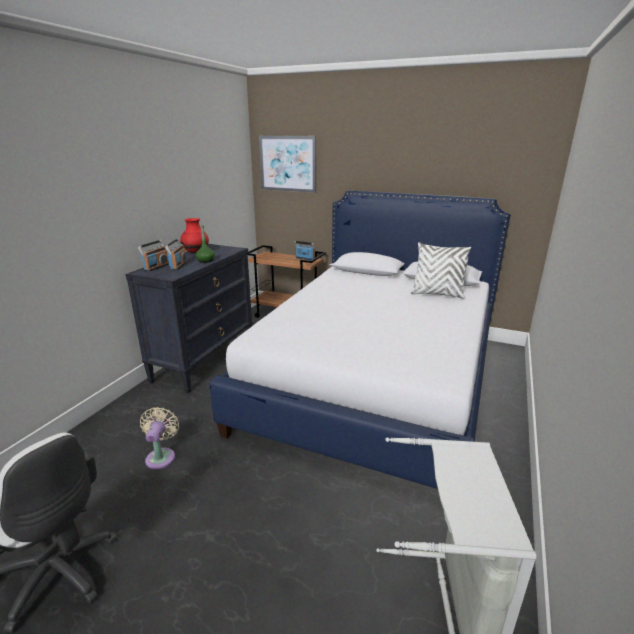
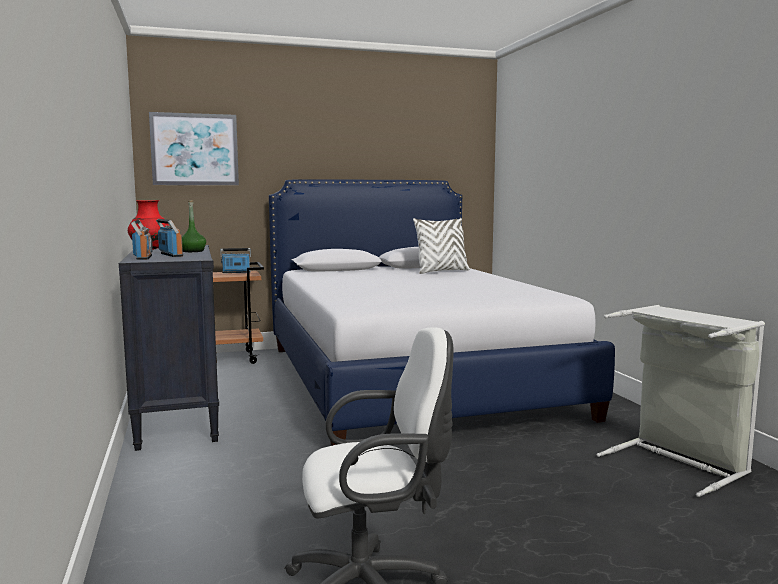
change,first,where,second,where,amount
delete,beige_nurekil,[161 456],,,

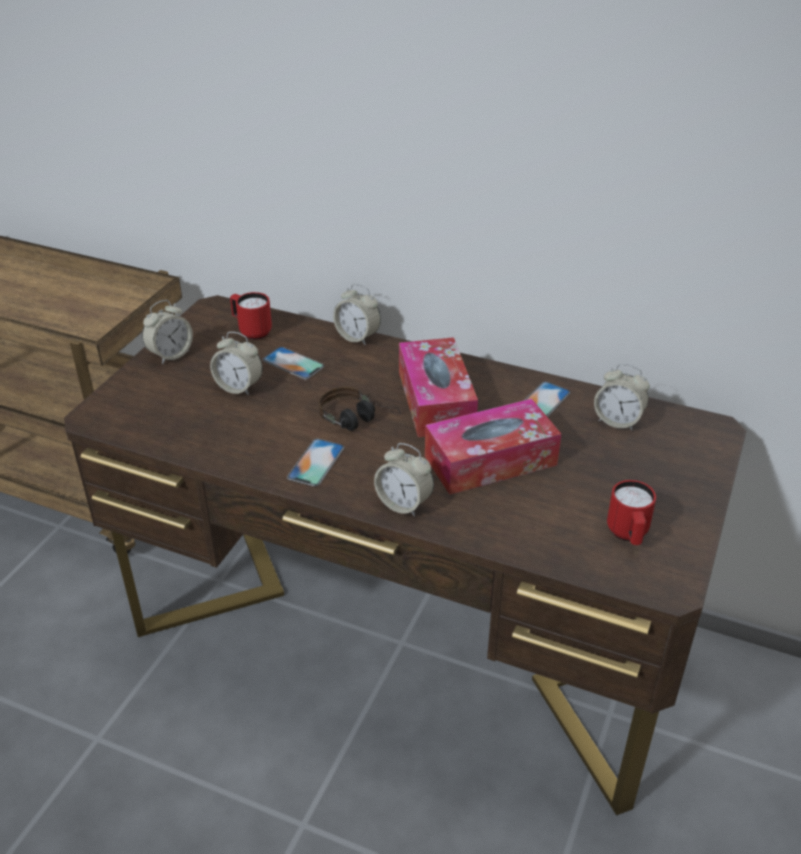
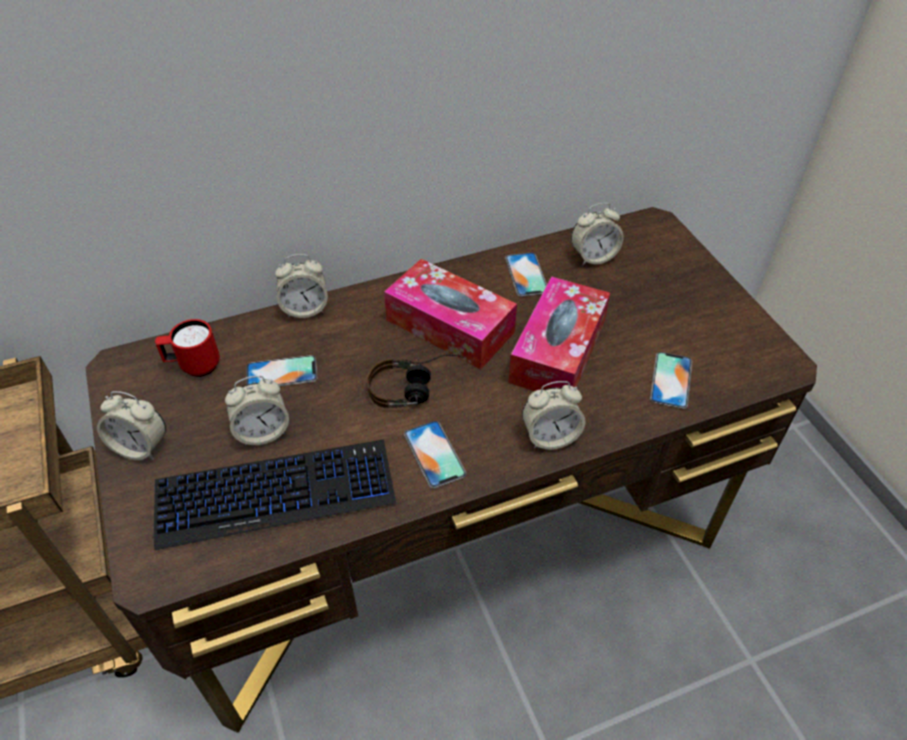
change,first,where,second,where,amount
rotate,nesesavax,[170 355],,[141 446],105 degrees clockwise
delete,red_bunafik,[628 535],,,
insert,,,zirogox,[671 380],
insert,,,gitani,[276 493],

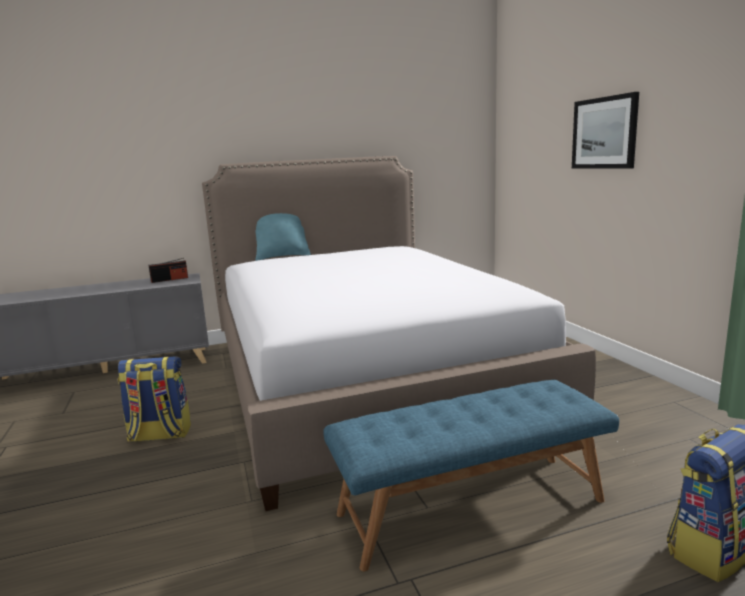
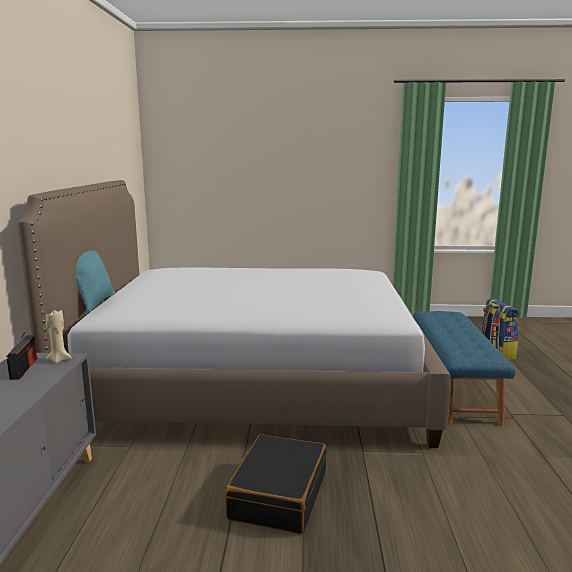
change,first,where,second,where,amount
delete,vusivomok,[604 133],,,
replace,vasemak,[159 435],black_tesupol,[278 495],
insert,,,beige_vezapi,[59 360],

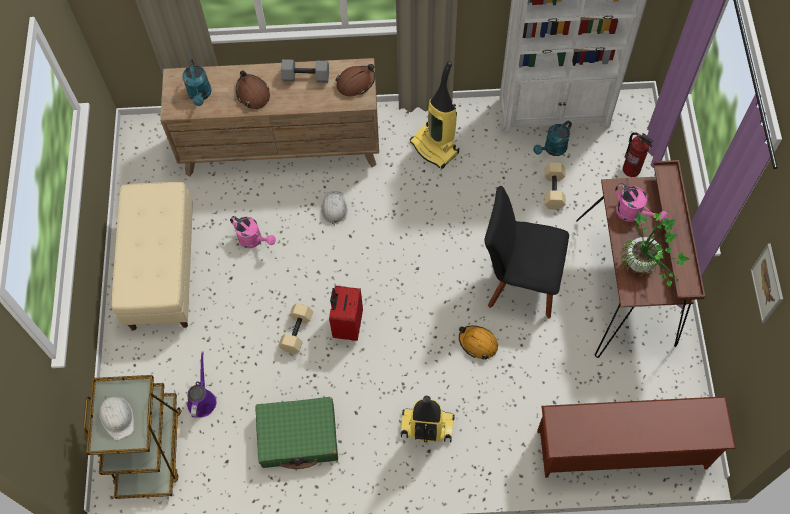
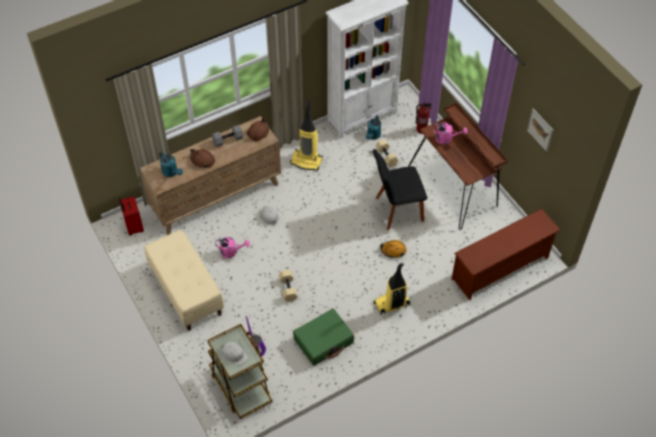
change,first,where,second,where,amount
delete,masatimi,[644 268],,,
move,red_tesupol,[347 325],,[133 227],

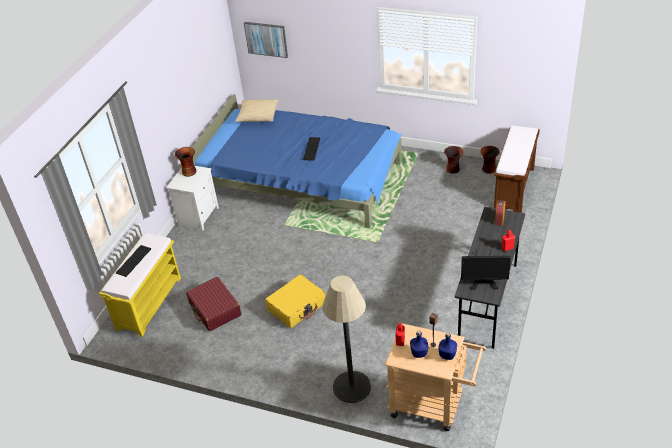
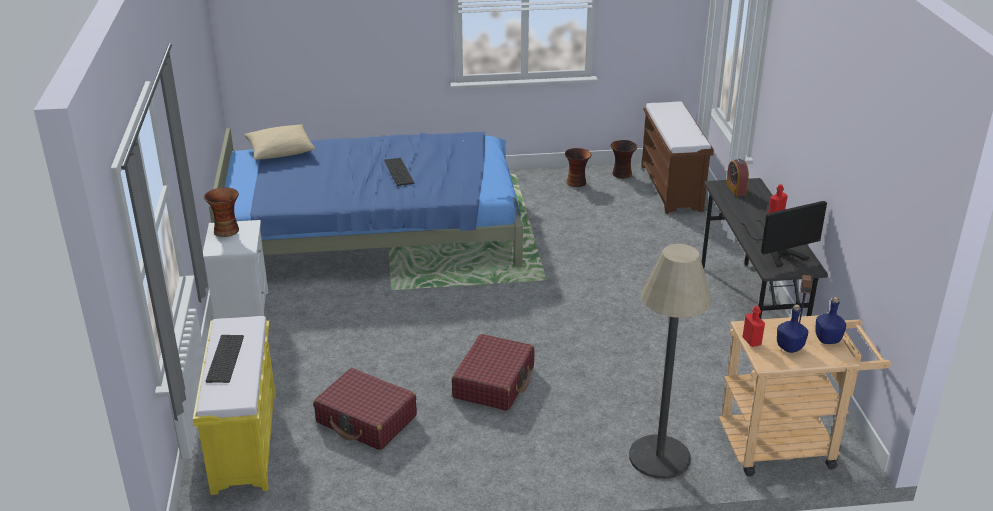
change,first,where,second,where,amount
delete,vusivomok,[266 39],,,
recolor,yellow_tesupol,[297 306],red_tesupol,[494 382],

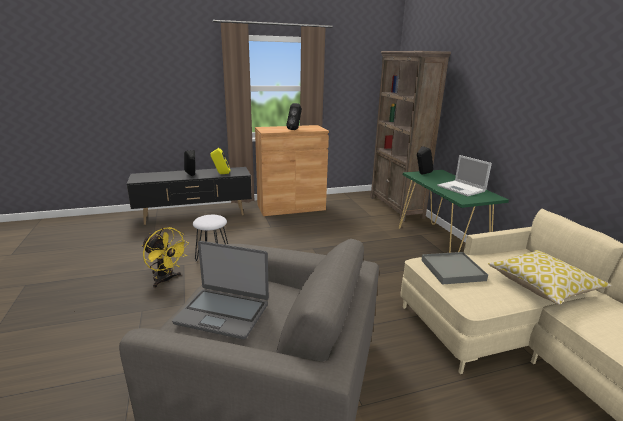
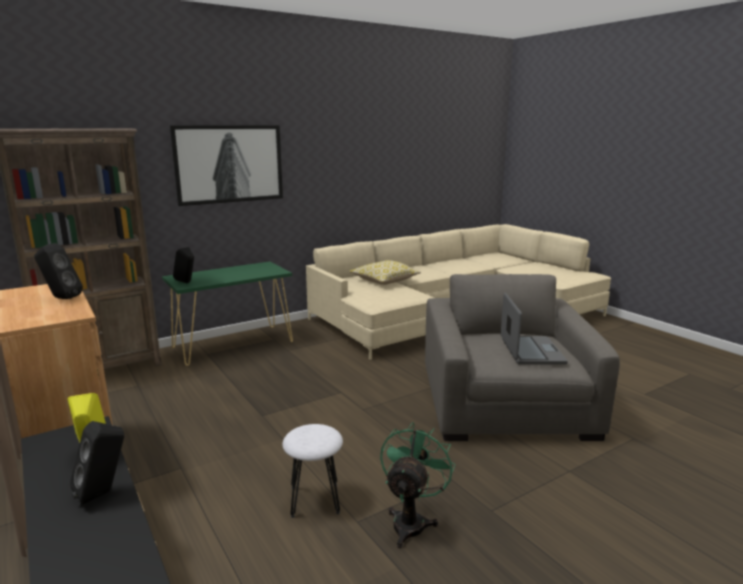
change,first,where,second,where,amount
delete,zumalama,[462 189],,,
recolor,yellow_nurekil,[166 280],green_nurekil,[411 521],
delete,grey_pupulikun,[452 270],,,
insert,,,vusivomok,[229 164],

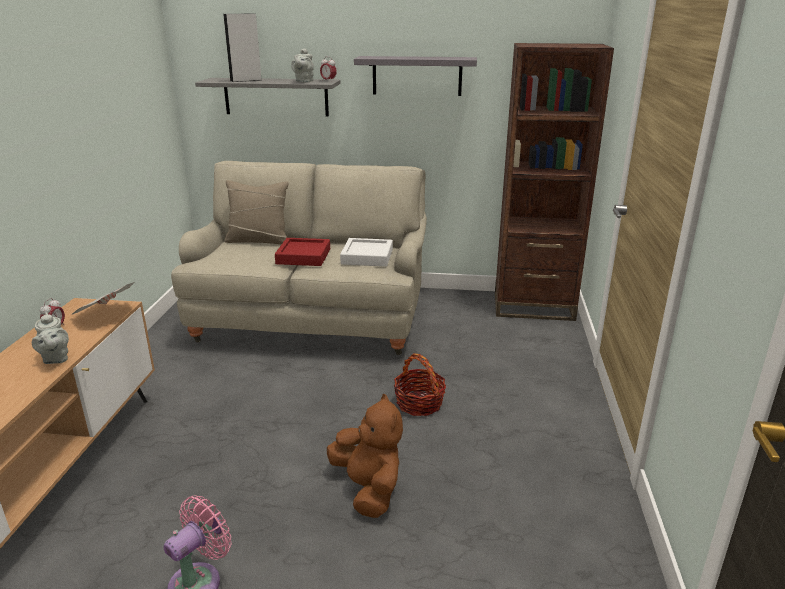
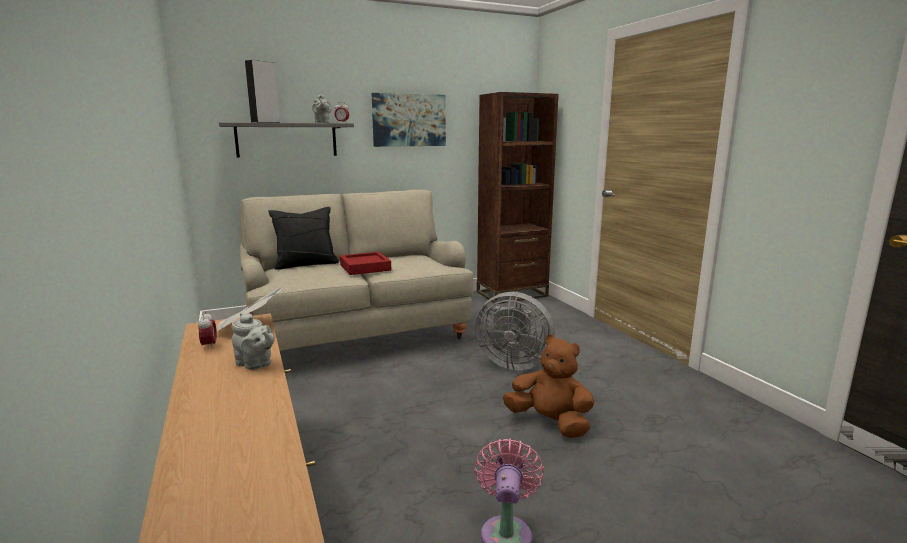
change,first,where,second,where,amount
replace,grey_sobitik,[417 76],vusivomok,[409 120],
recolor,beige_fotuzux,[258 240],black_fotuzux,[306 264],
delete,white_pupulikun,[367 257],,,
replace,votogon,[419 403],grey_nurekil,[513 363],

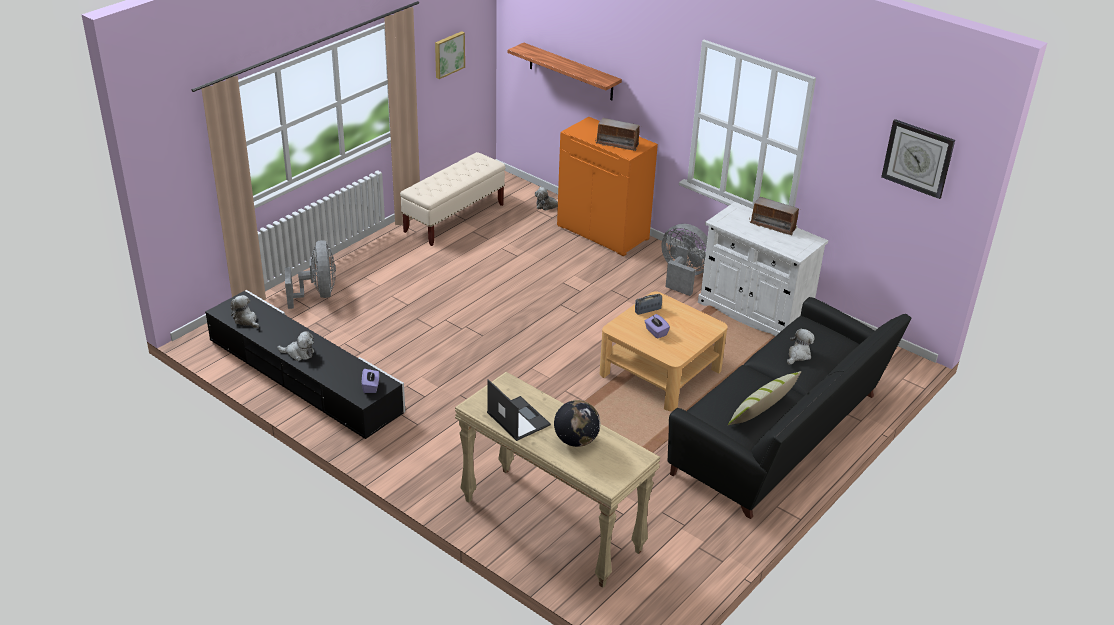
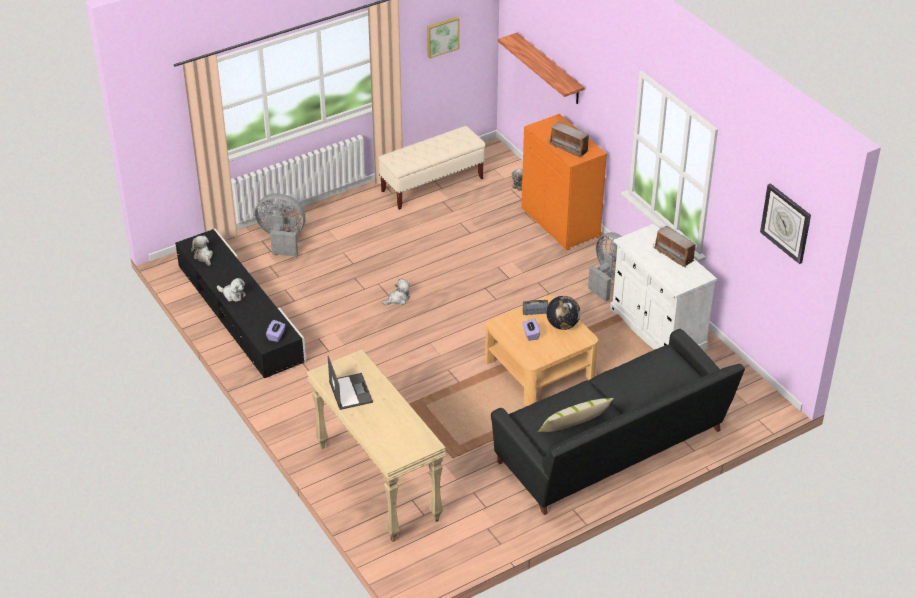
change,first,where,second,where,amount
rotate,grey_nurekil,[317 294],,[282 240],90 degrees counterclockwise
move,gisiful,[798 355],,[398 299],
move,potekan,[576 440],,[562 325],

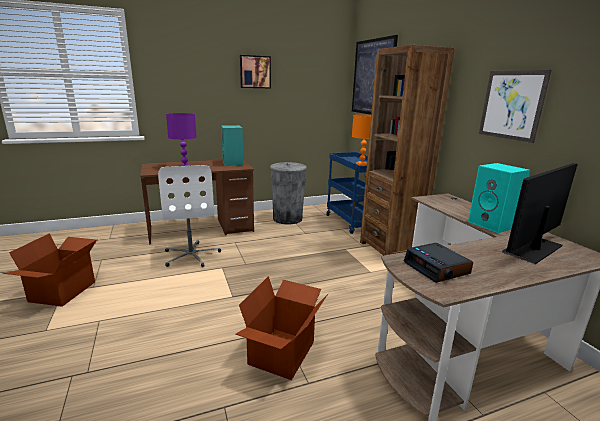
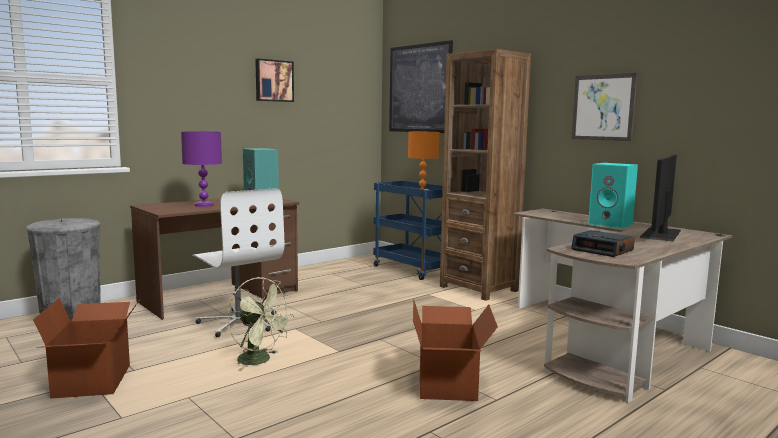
change,first,where,second,where,amount
move,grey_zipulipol,[287 219],,[71 320],
insert,,,green_nurekil,[260 361],

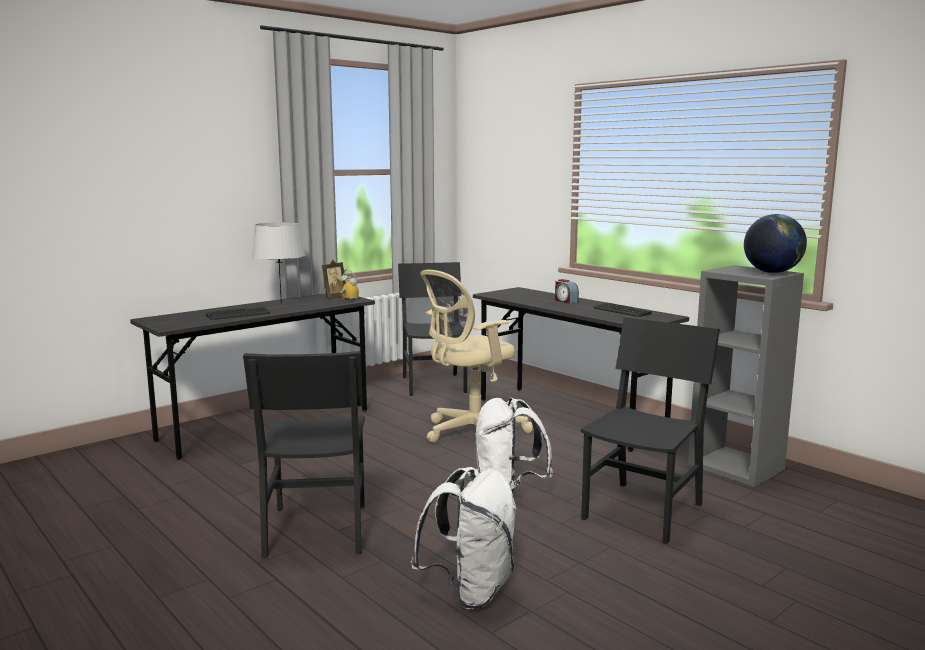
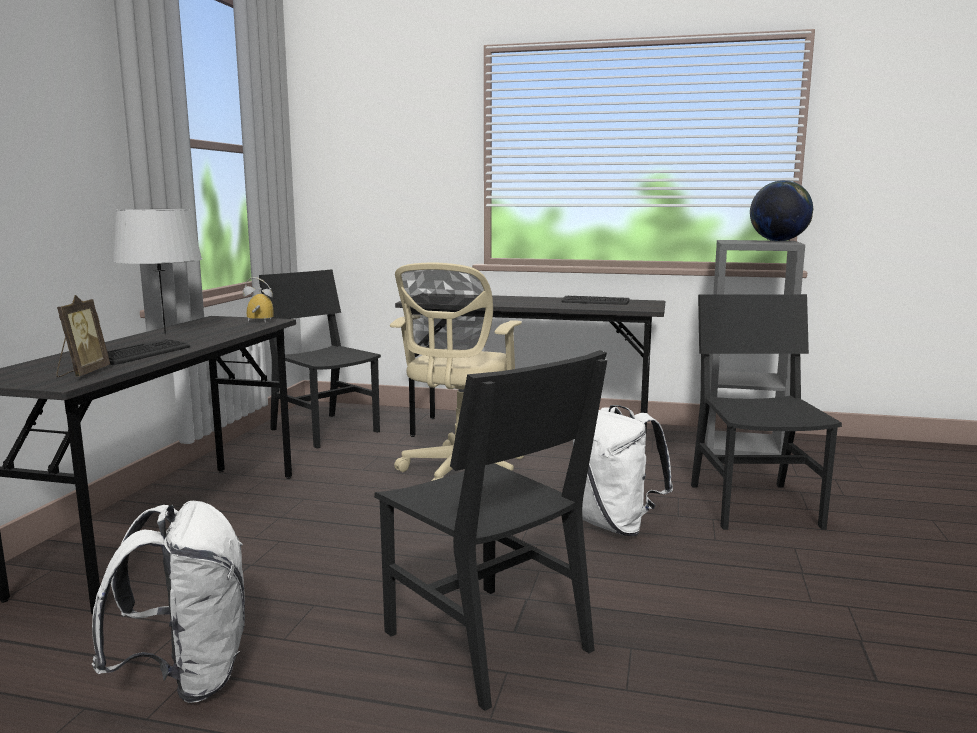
change,first,where,second,where,amount
move,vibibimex,[333 297],,[82 373],
delete,nesesavax,[565 301],,,
move,white_vasemak,[470 590],,[187 677],

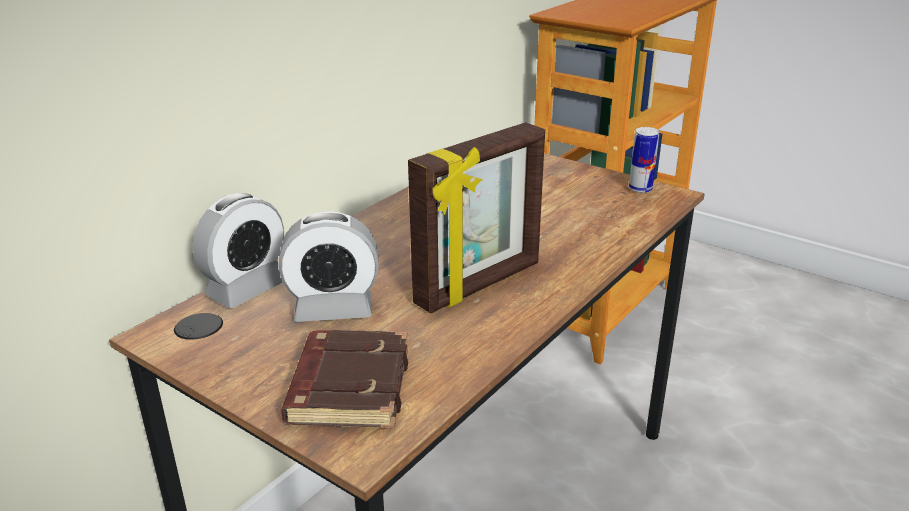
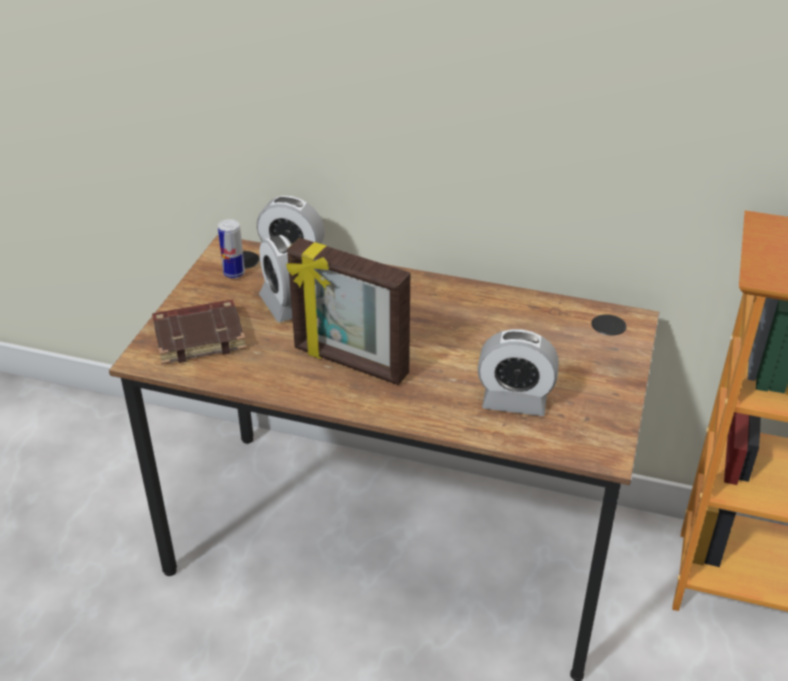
change,first,where,second,where,amount
move,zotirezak,[640 189],,[234 273],
insert,,,nesesavax,[514 401],

